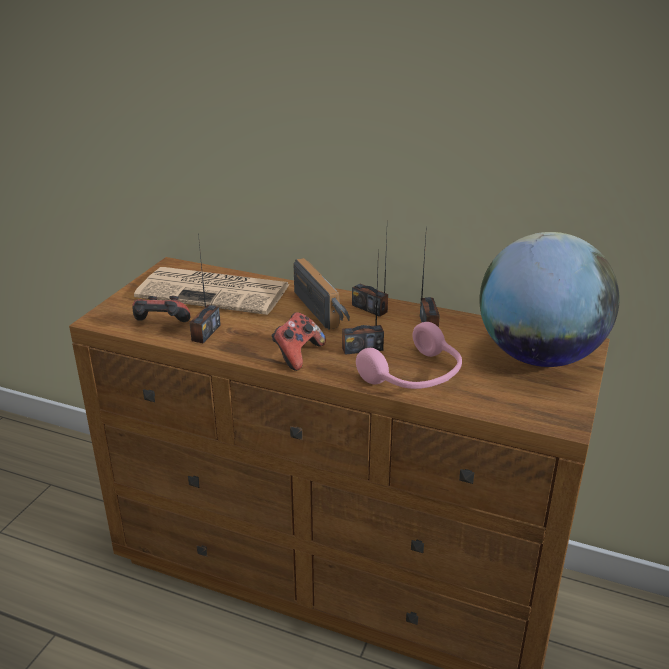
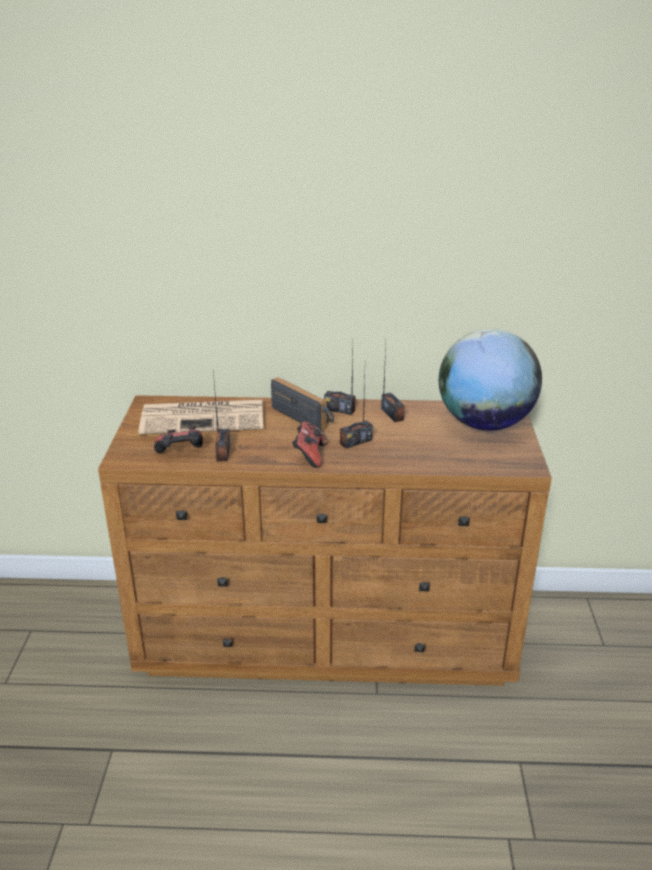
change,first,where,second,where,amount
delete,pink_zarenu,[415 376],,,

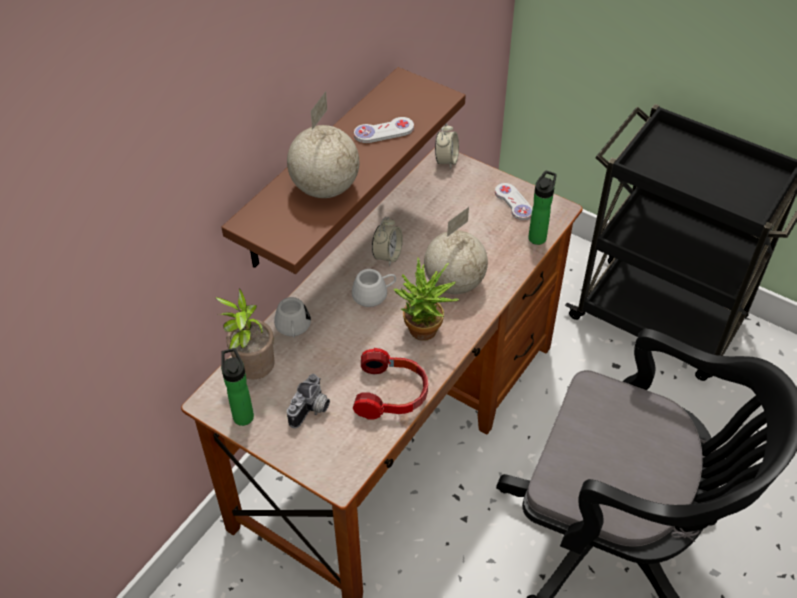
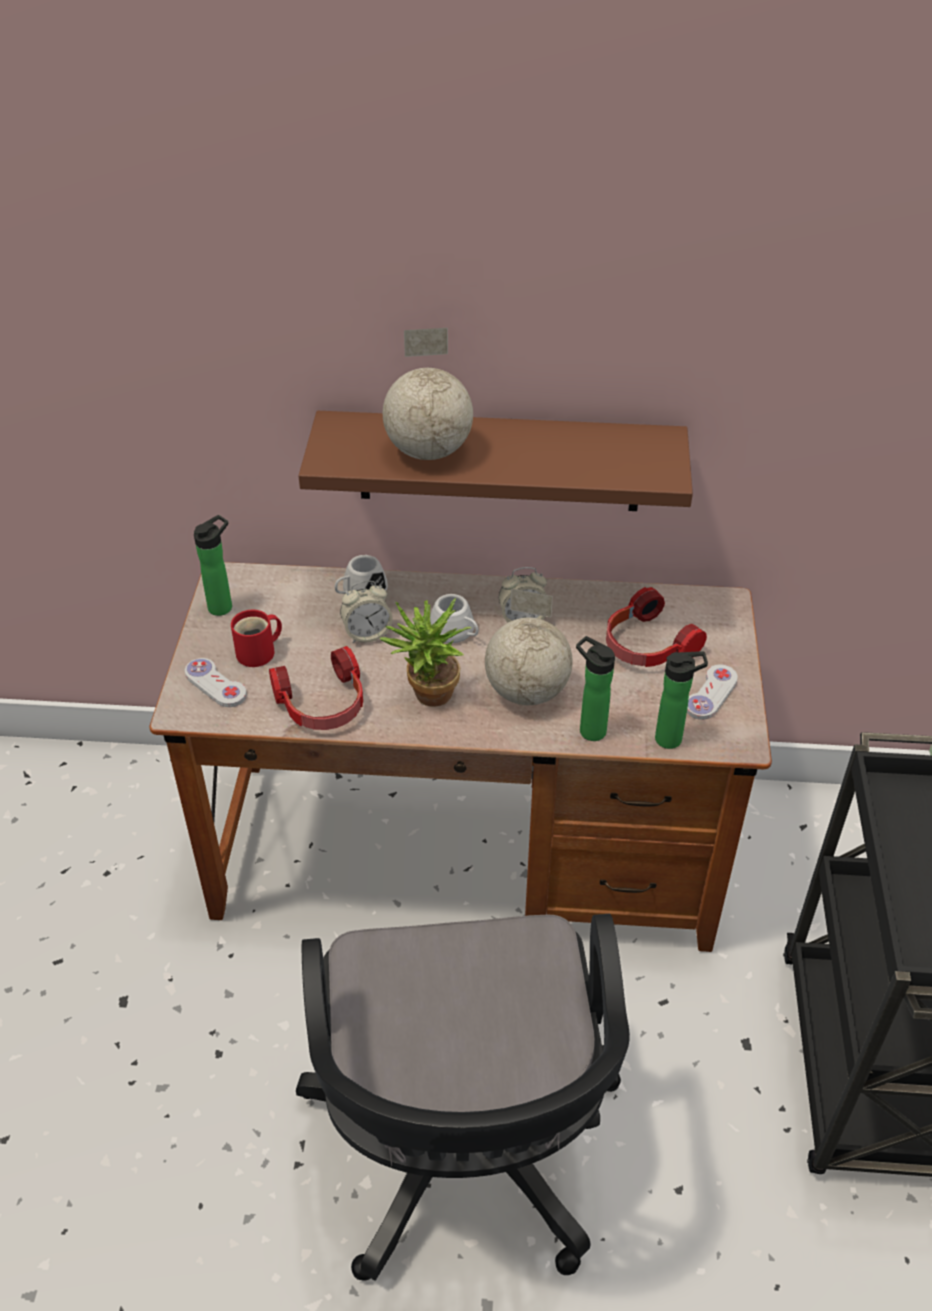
change,first,where,second,where,amount
move,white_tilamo,[384 131],,[215 684],
move,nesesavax,[446 161],,[367 633],
delete,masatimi,[254 372],,,
replace,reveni,[312 410],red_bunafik,[259 652],
insert,,,zarenu,[646 646],
insert,,,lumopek,[589 729],

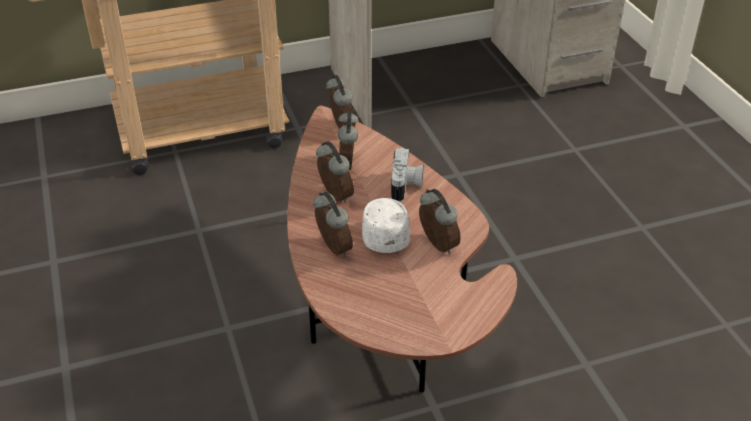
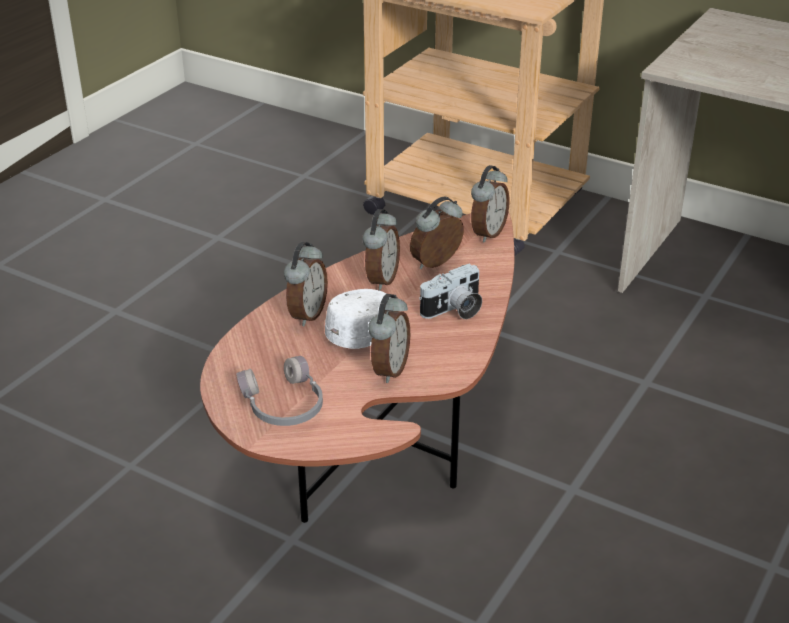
change,first,where,second,where,amount
insert,,,grey_zarenu,[282 405],

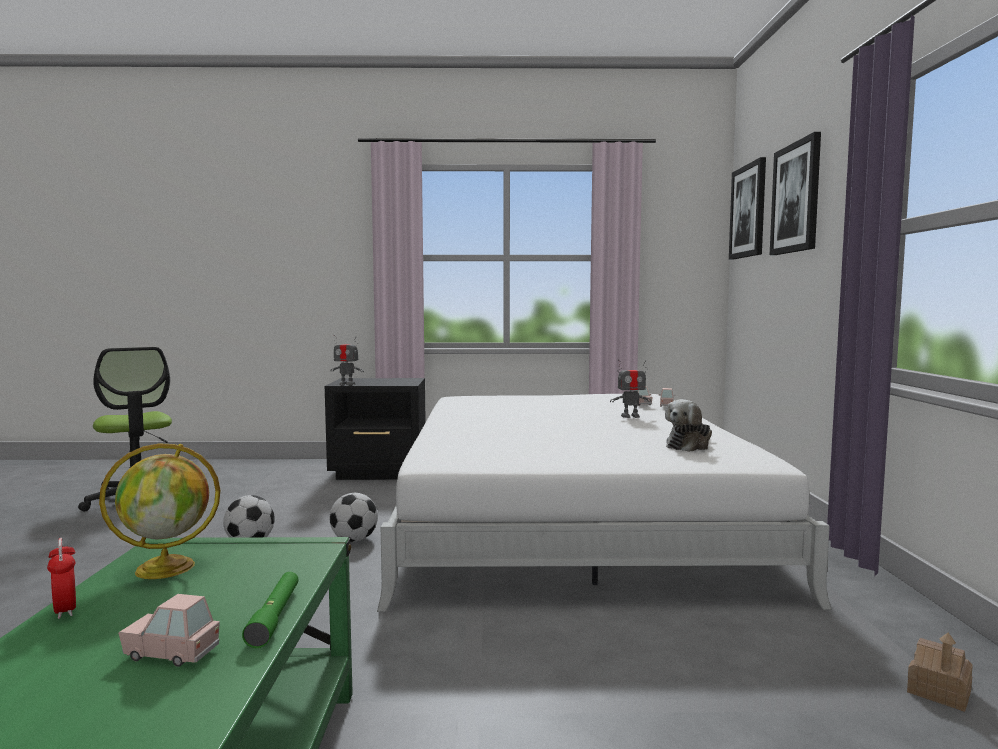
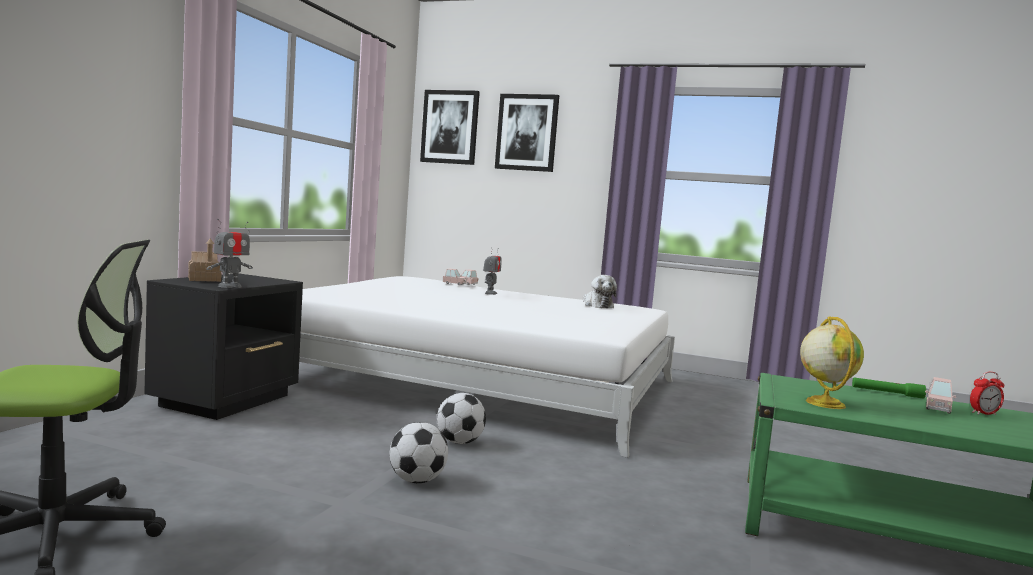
change,first,where,second,where,amount
move,nesesavax,[65 610],,[984 413],
move,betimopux,[939 691],,[204 279],

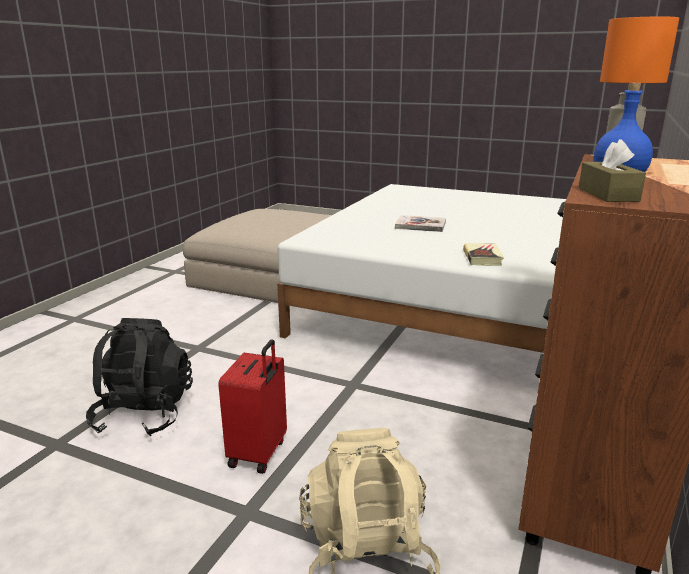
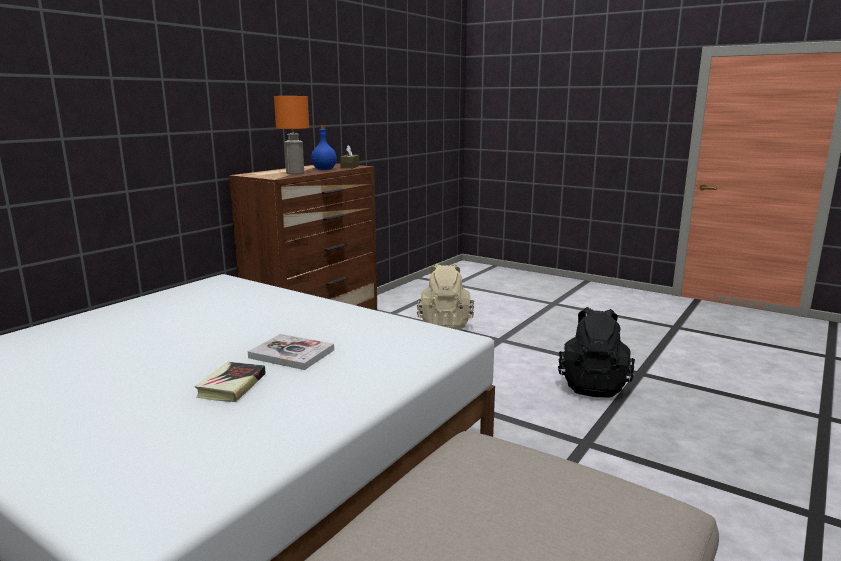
change,first,where,second,where,amount
move,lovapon,[482 258],,[231 386],
delete,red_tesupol,[259 453],,,

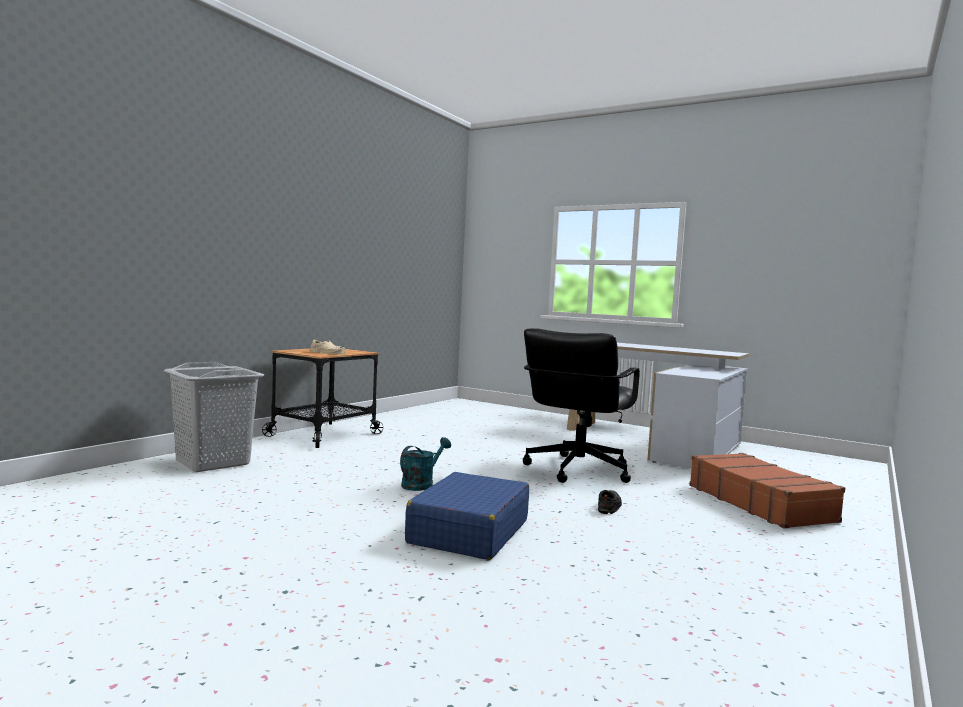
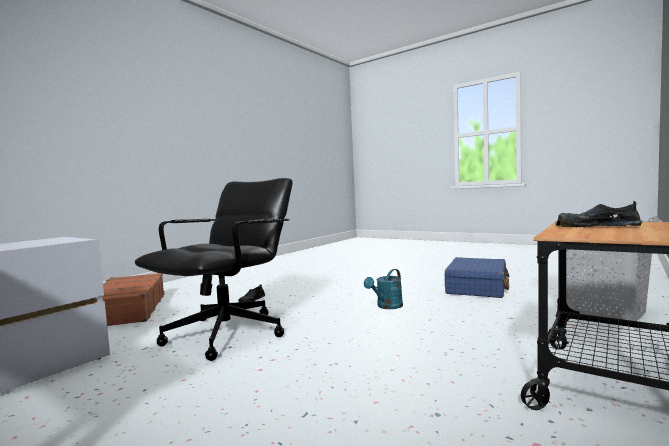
change,first,where,second,where,amount
recolor,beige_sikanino,[327 353],black_sikanino,[596 226],
move,blue_tesupol,[468 532],,[477 287],

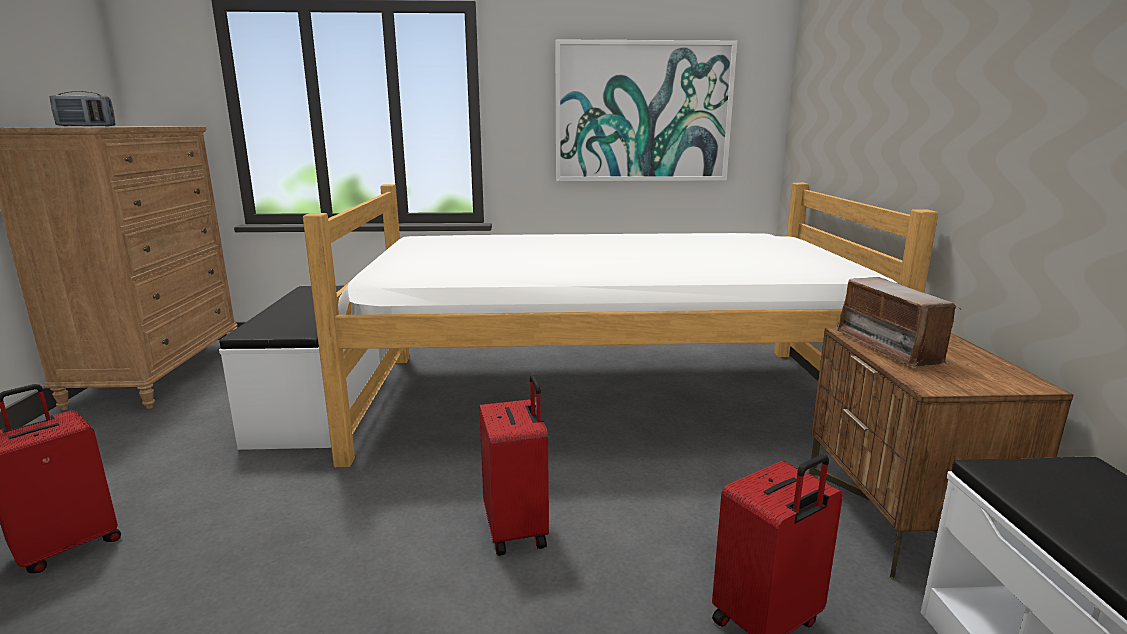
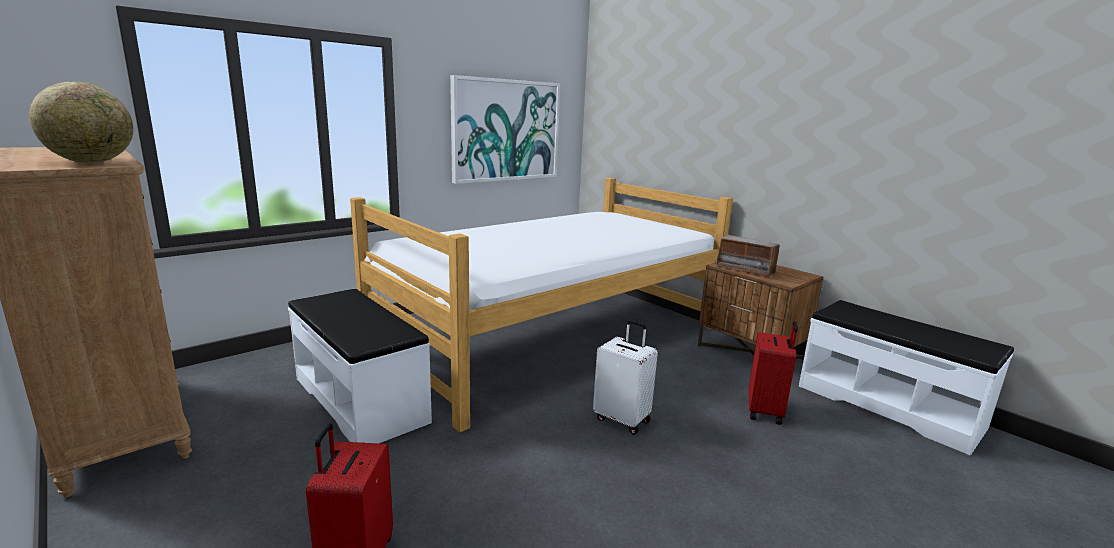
change,first,where,second,where,amount
replace,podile,[86 126],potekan,[92 162],
recolor,red_tesupol,[517 529],white_tesupol,[622 419],

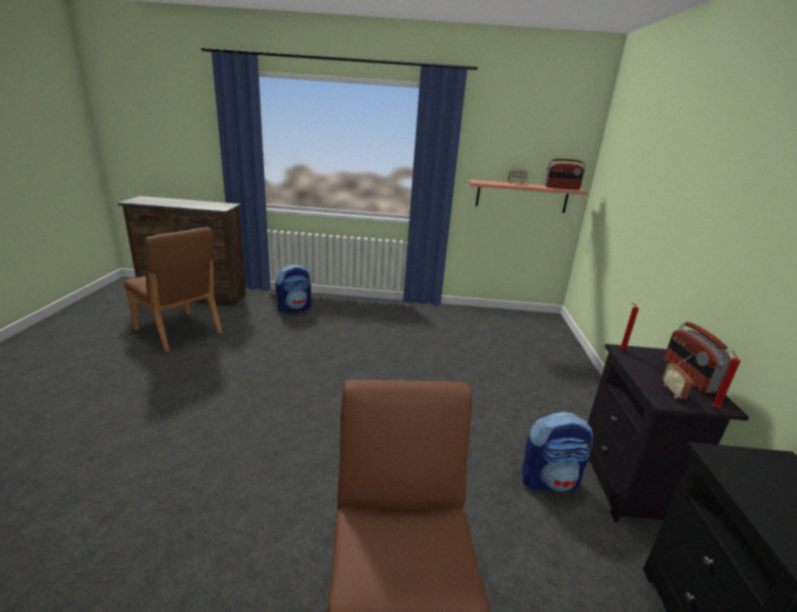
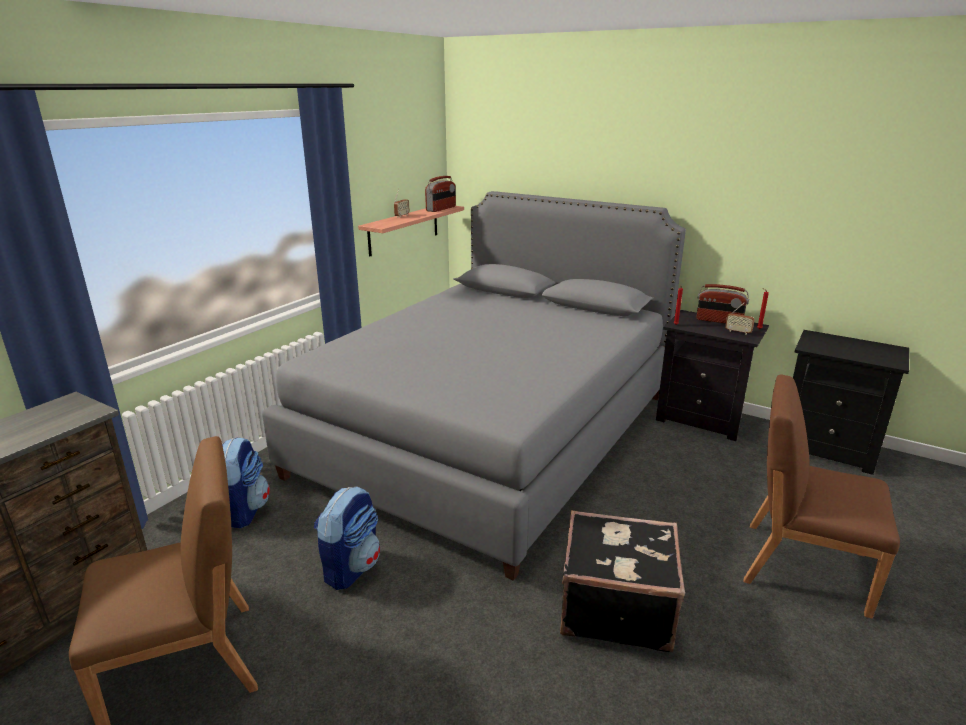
change,first,where,second,where,amount
move,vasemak,[550 480],,[351 567],
insert,,,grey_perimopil,[490 433],
insert,,,black_tesupol,[615 606],

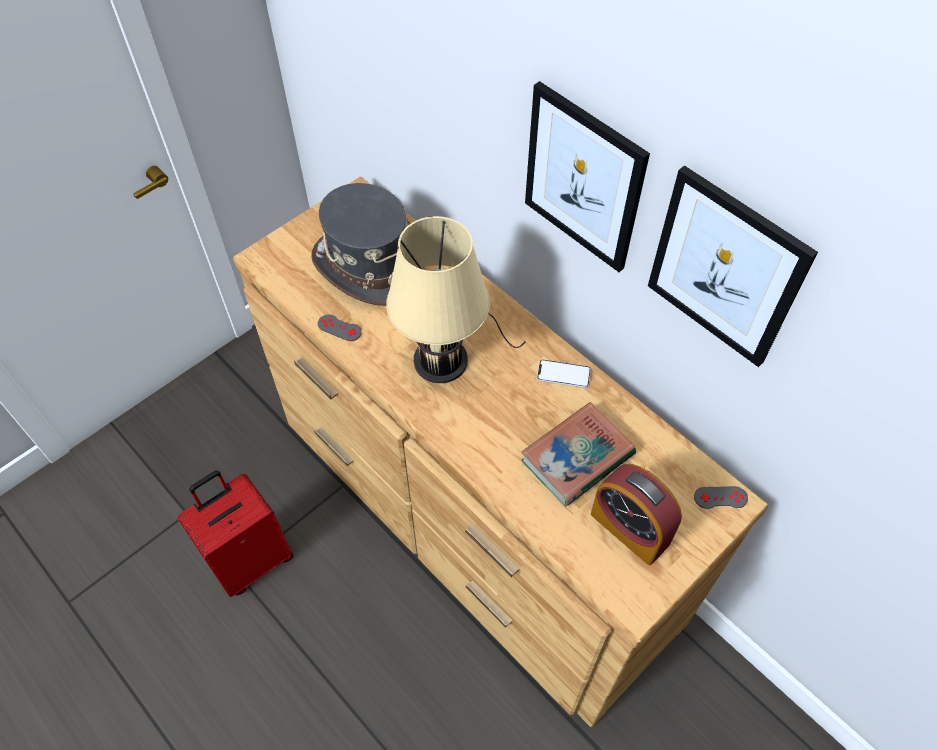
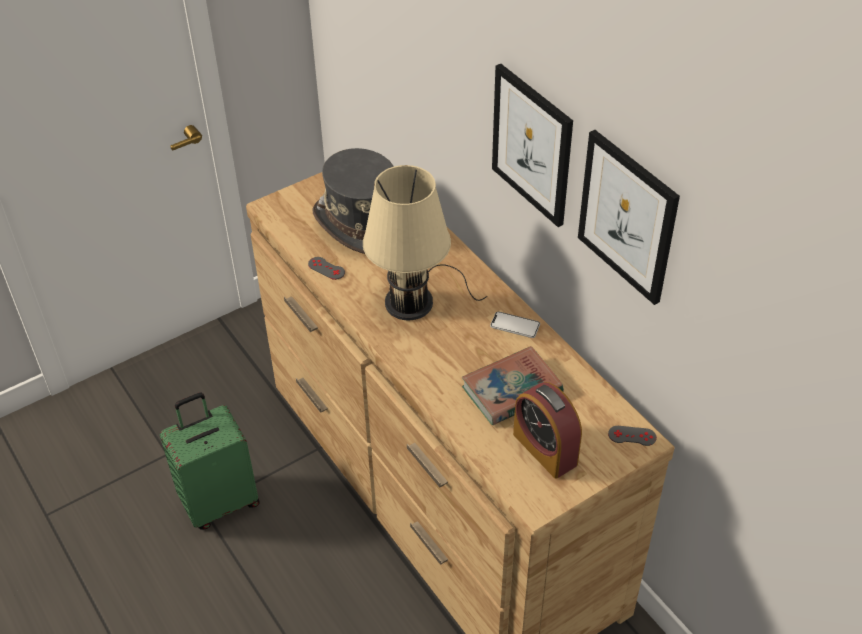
change,first,where,second,where,amount
recolor,red_tesupol,[251 559],green_tesupol,[219 501],

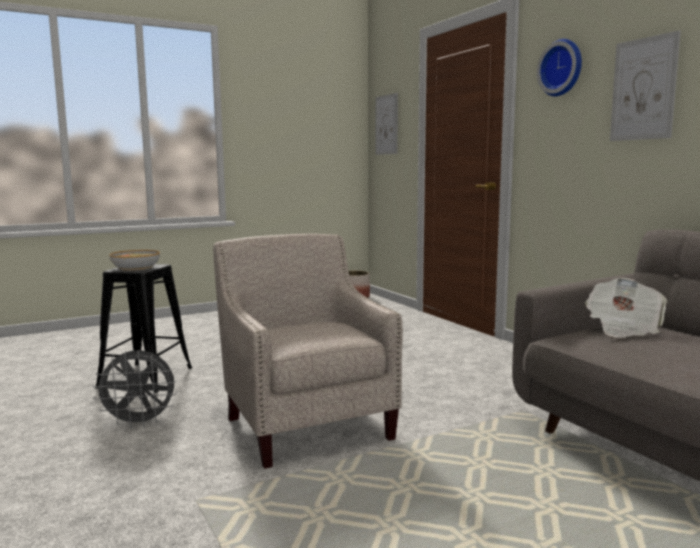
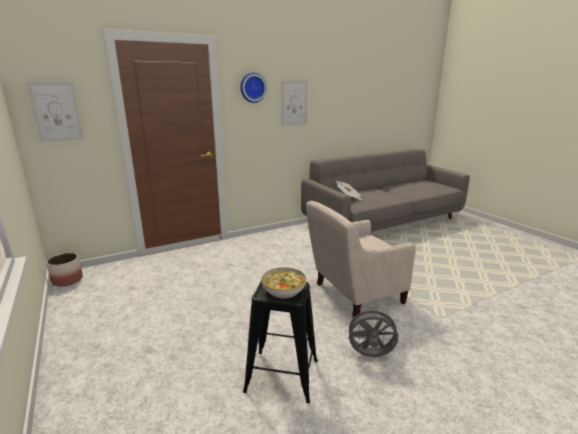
change,first,where,second,where,amount
rotate,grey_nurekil,[140 423],,[370 355],75 degrees counterclockwise

